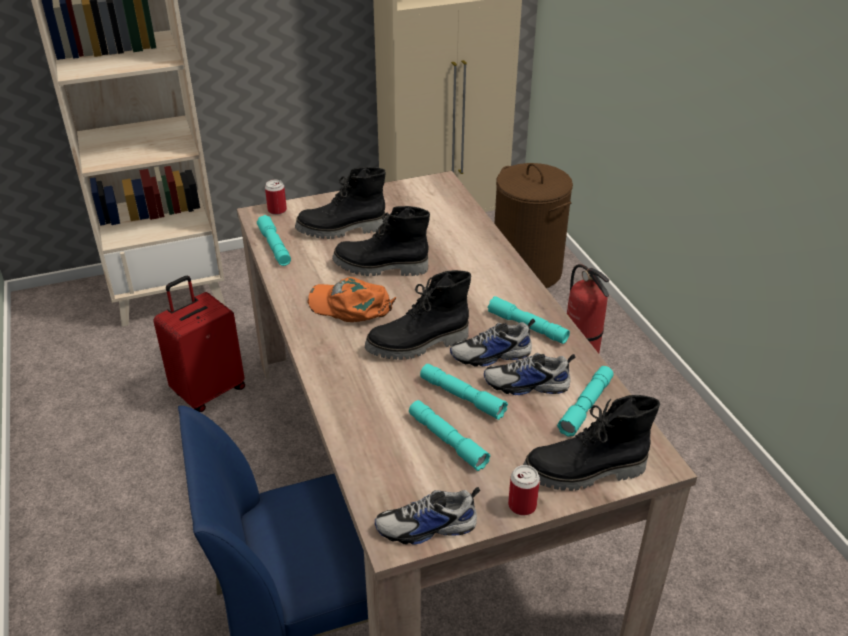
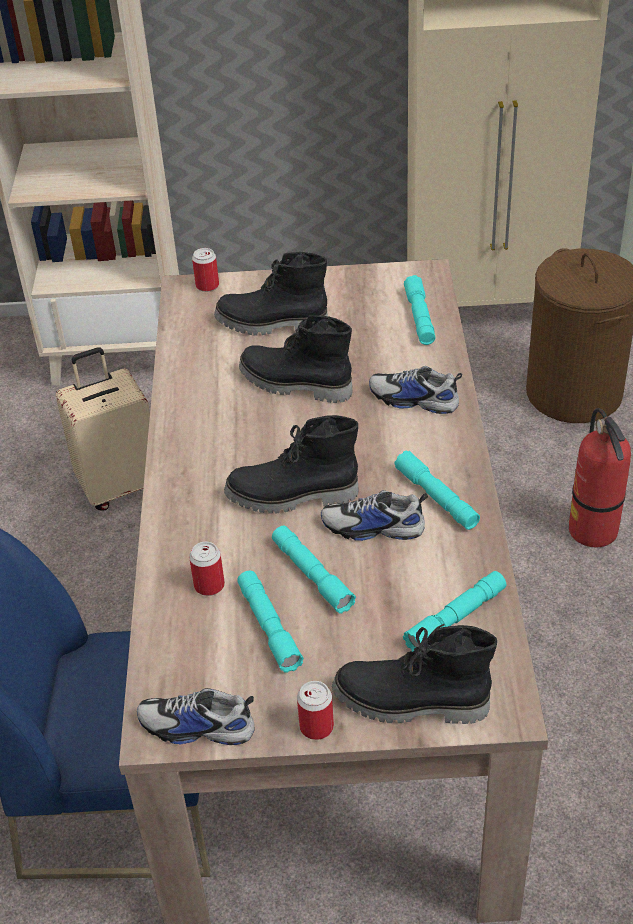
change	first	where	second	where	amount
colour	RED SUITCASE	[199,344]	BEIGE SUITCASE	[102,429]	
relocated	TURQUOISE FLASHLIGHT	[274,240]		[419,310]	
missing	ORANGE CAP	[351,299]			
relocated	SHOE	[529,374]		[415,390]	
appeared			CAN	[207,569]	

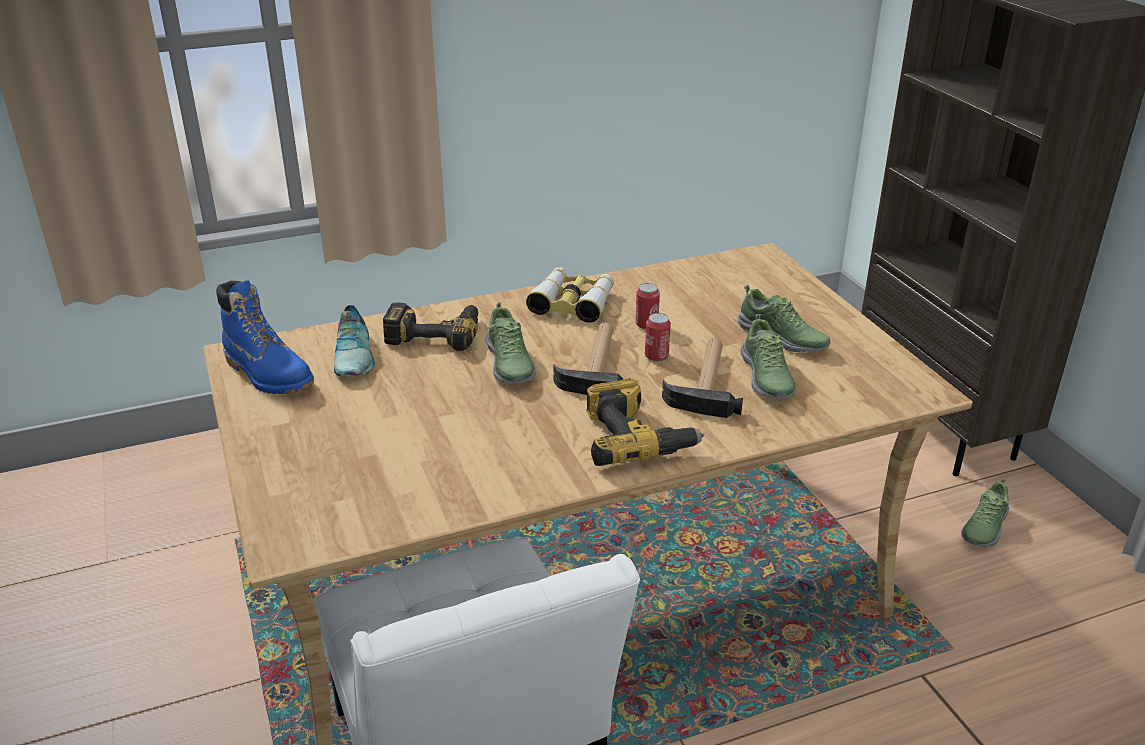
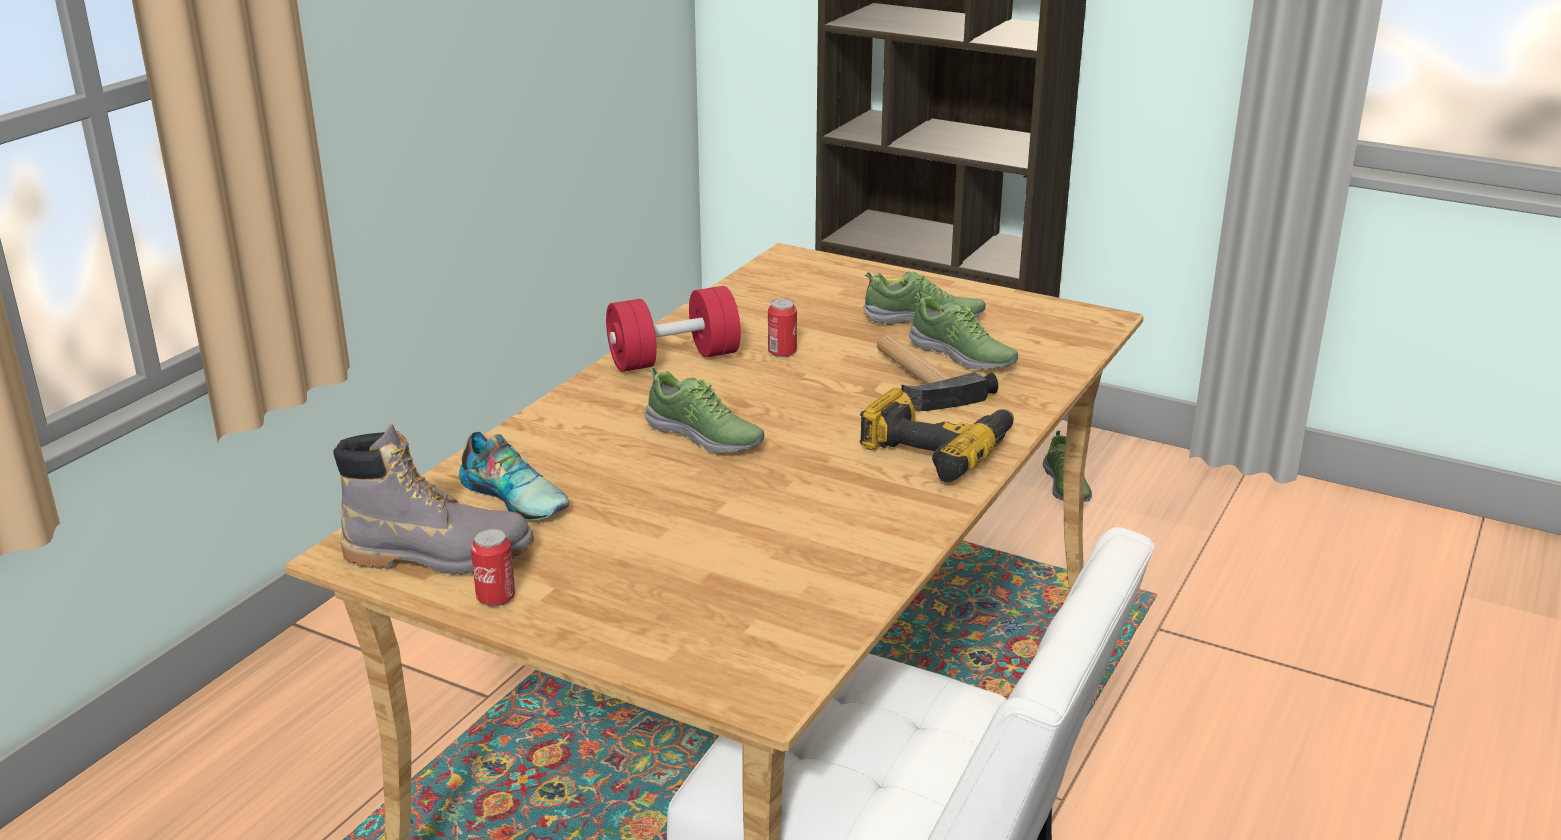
change	first	where	second	where	amount
colour	BLUE BOOT	[265,337]	GREY BOOT	[433,499]	
missing	POWER DRILL	[430,326]			
exchanged	BINOCULARS	[570,295]	RED DUMBBELL	[673,329]	
missing	HAMMER	[592,358]			
relocated	CAN	[658,337]		[493,568]	

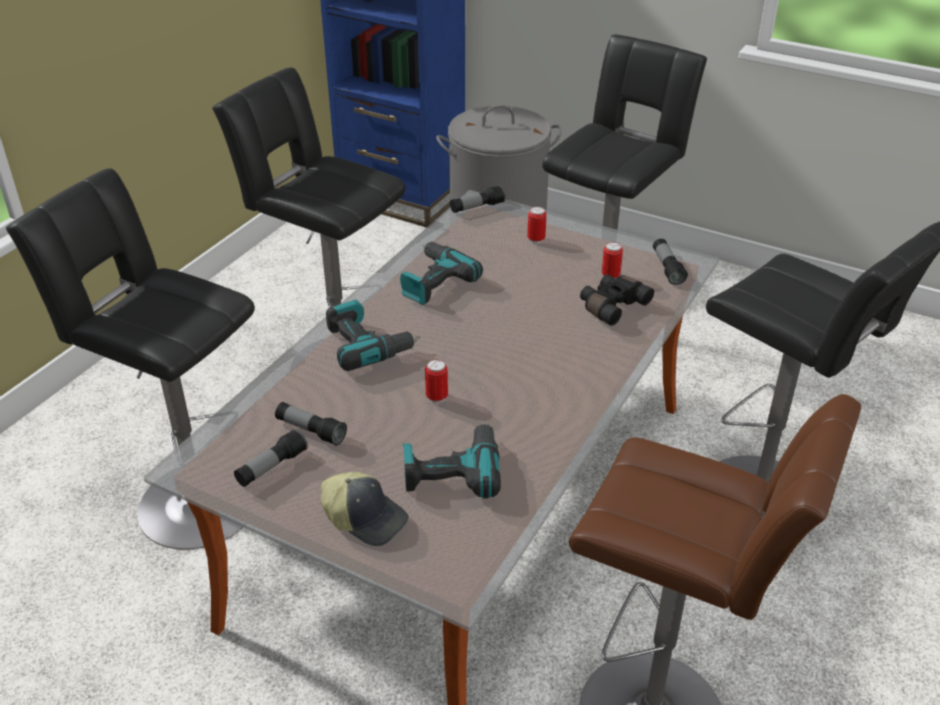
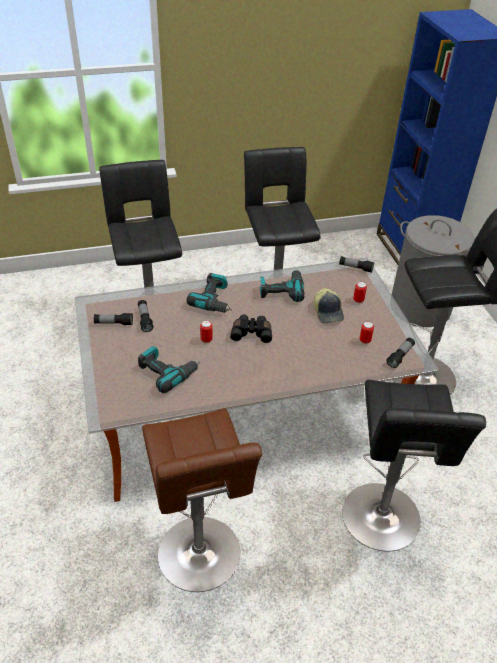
change	first	where	second	where	amount
relocated	CAP	[365,509]		[329,305]	
relocated	BLACK BINOCULARS	[617,300]		[251,329]	

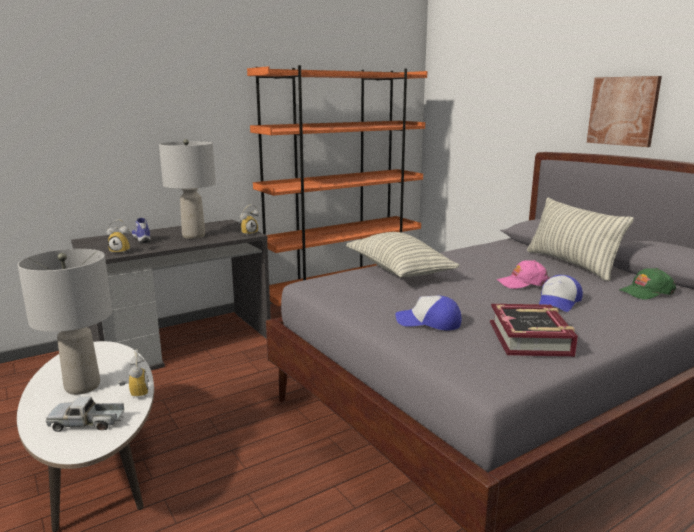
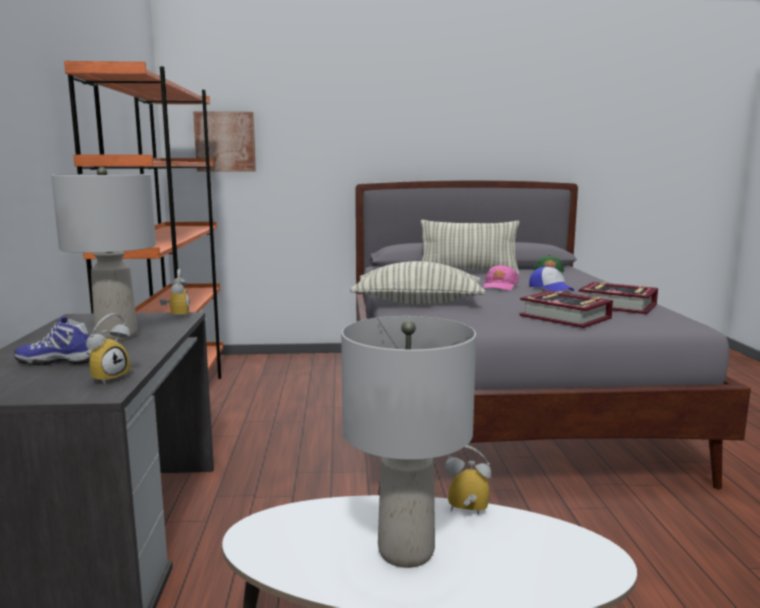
change	first	where	second	where	amount
missing	TOY TRUCK	[85,414]			
exchanged	CAP	[428,313]	BOOK	[566,309]	
relocated	PICTURE	[624,111]		[224,142]	

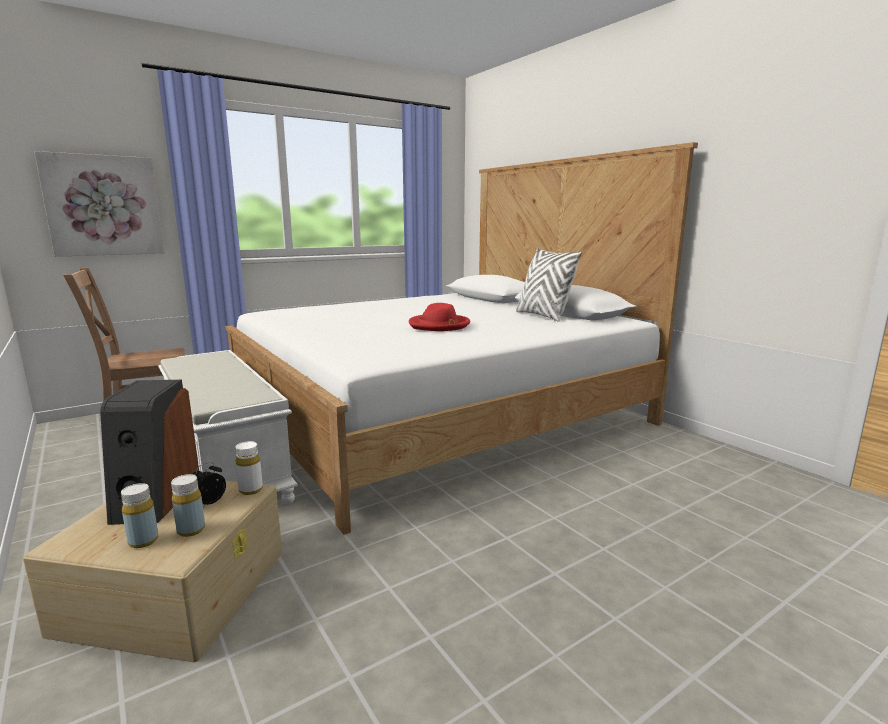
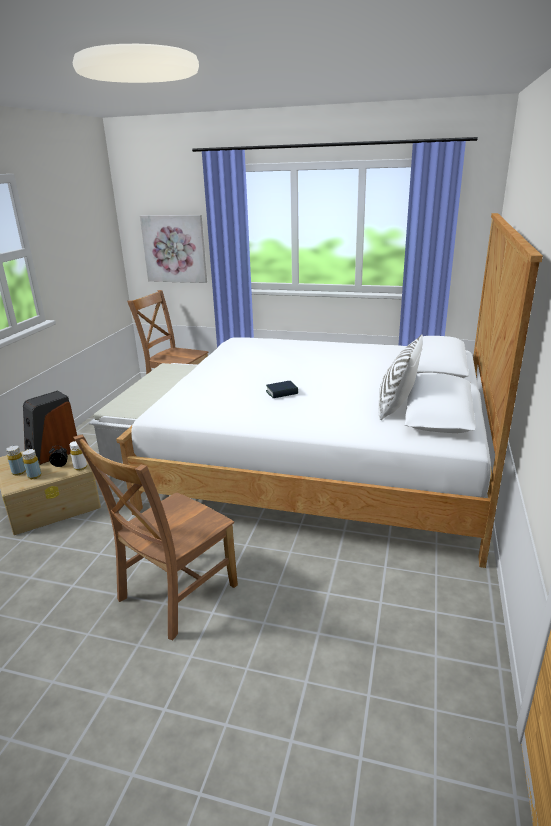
change	first	where	second	where	amount
exchanged	RED HAT	[439,317]	BOOK	[282,389]	
appeared			BROWN CHAIR	[156,537]	

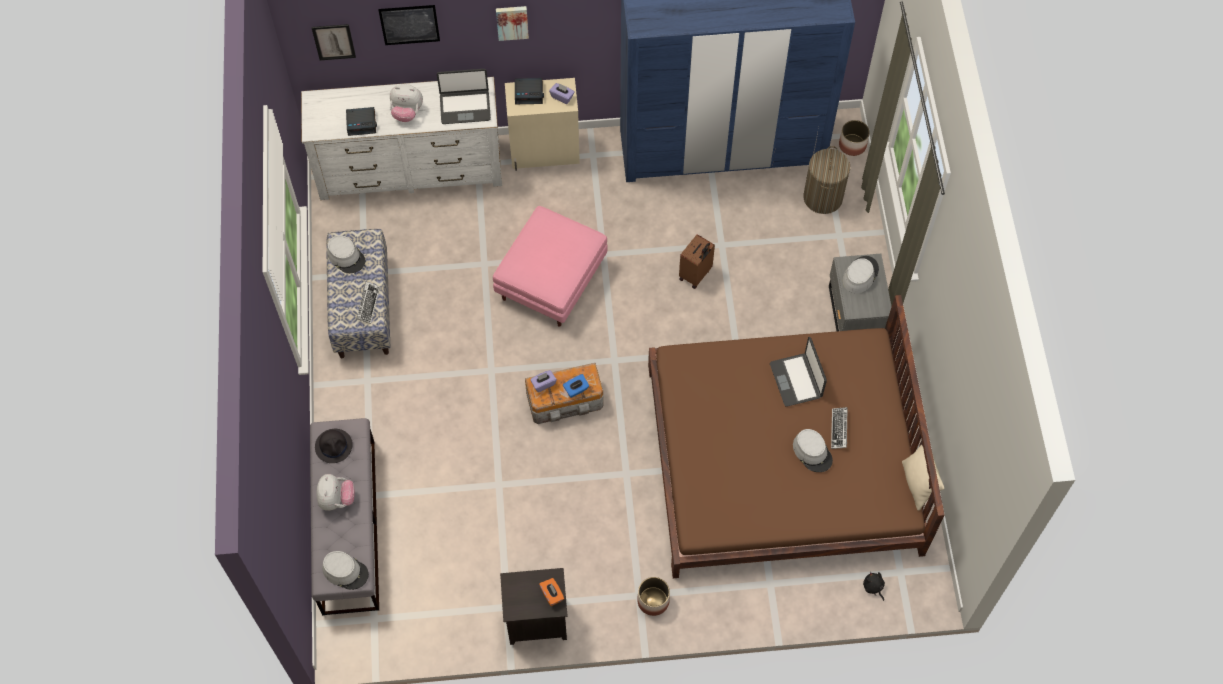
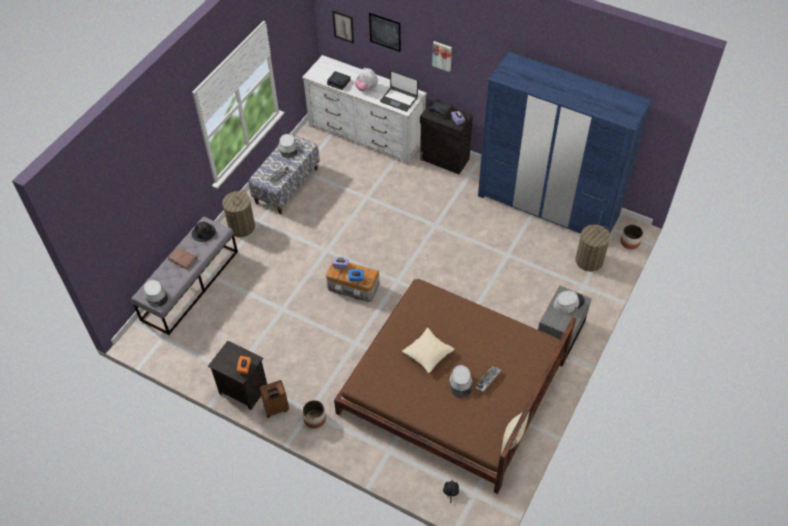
change	first	where	second	where	amount
exchanged	PLUSH TOY	[336,492]	BROWN BOOK	[182,258]	
missing	PINK OTTOMAN	[550,266]			
colour	BEIGE CABINET	[542,124]	BLACK CABINET	[446,137]	
relocated	BROWN SUITCASE	[697,261]		[274,399]	
missing	LAPTOP	[798,372]			
appeared			LAUNDRY BASKET	[238,213]	
appeared			BEIGE PILLOW	[428,350]	

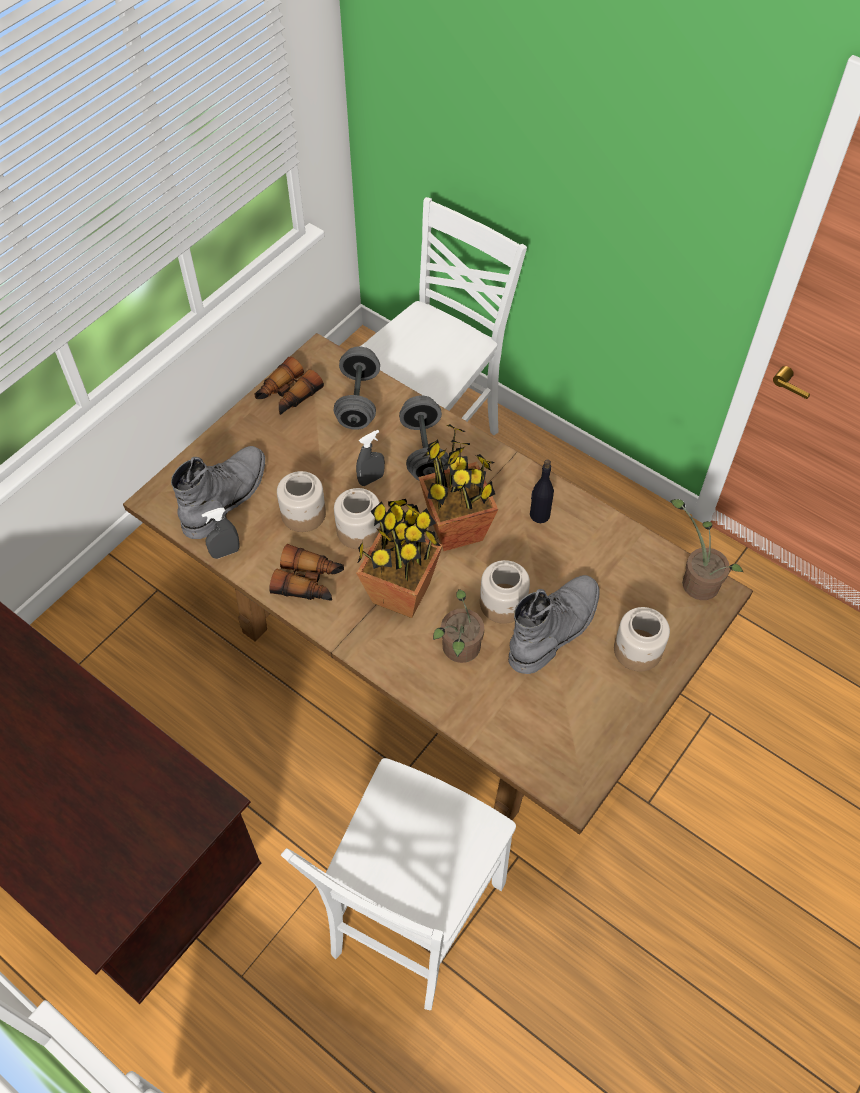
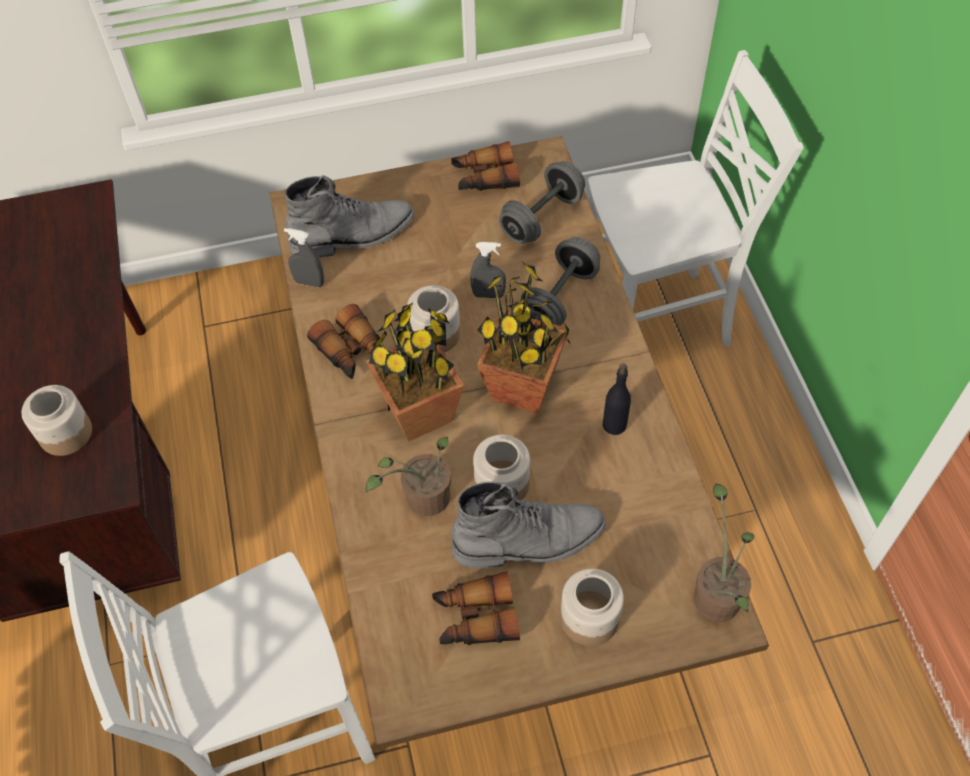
change	first	where	second	where	amount
relocated	JAR	[301,501]		[56,420]	
appeared			BINOCULARS	[476,608]	

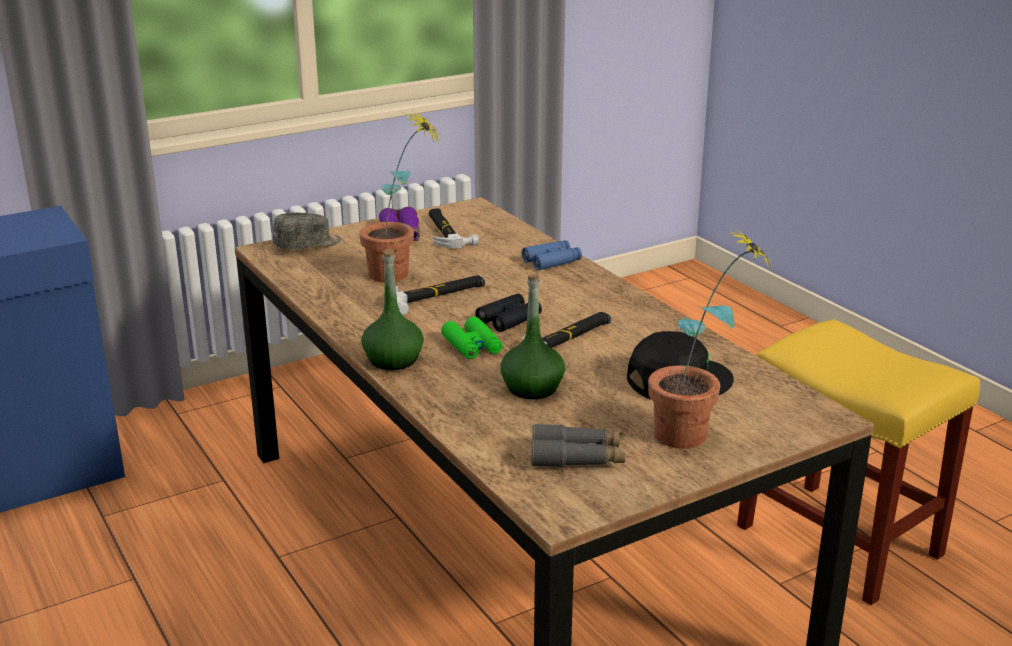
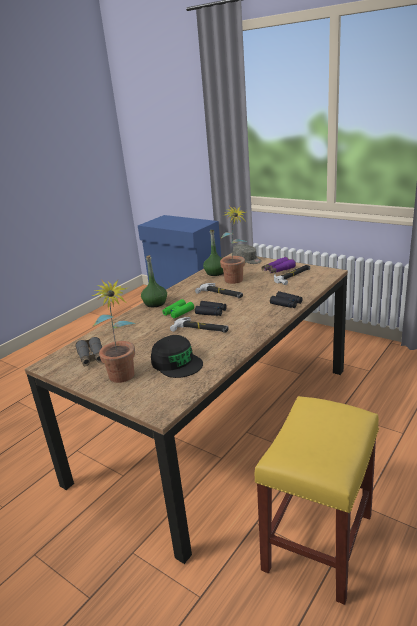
change	first	where	second	where	amount
relocated	GREEN BOTTLE	[532,336]		[213,253]	
colour	BLUE BINOCULARS	[552,255]	BLACK BINOCULARS	[286,299]	

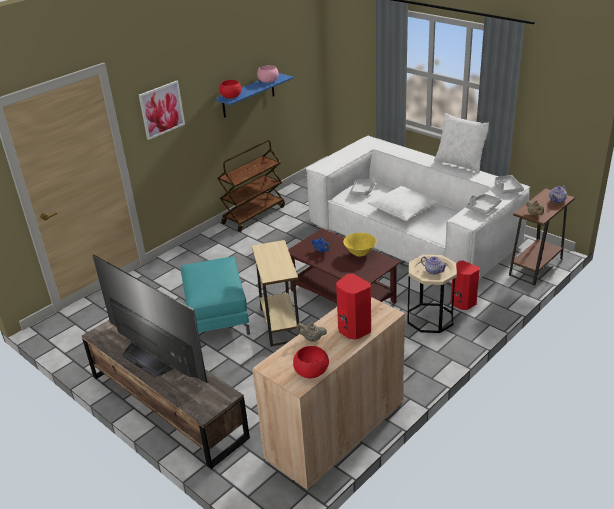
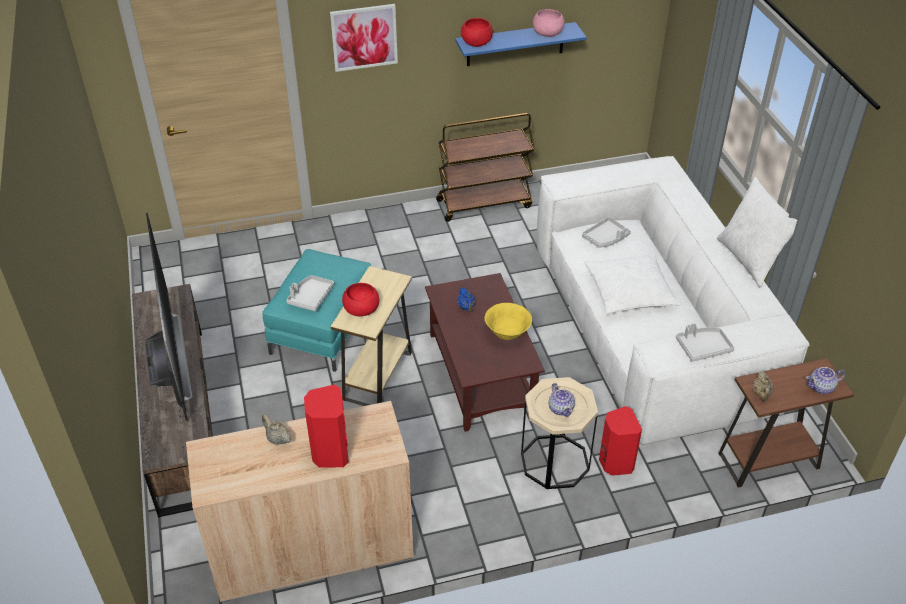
change	first	where	second	where	amount
relocated	RED BOWL	[311,362]		[360,299]	
relocated	GREY TRAY	[509,184]		[310,293]	

